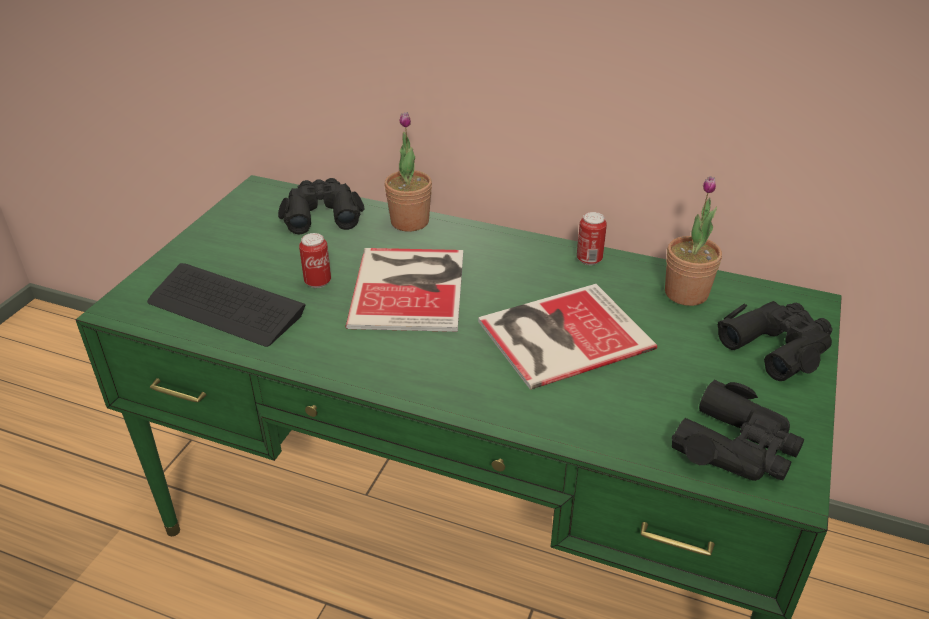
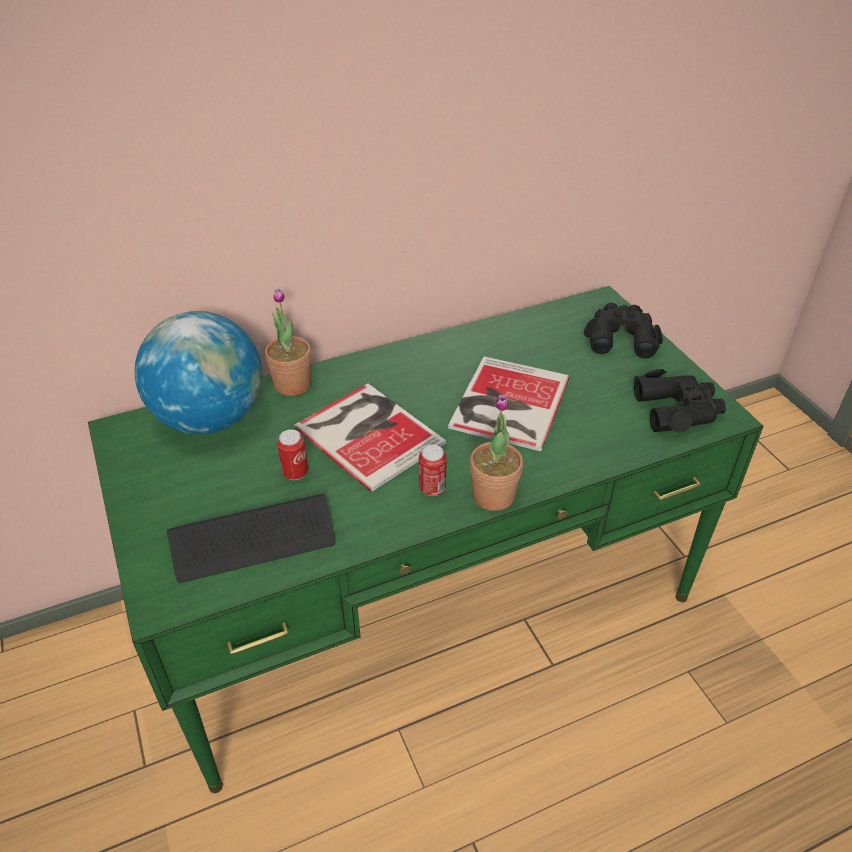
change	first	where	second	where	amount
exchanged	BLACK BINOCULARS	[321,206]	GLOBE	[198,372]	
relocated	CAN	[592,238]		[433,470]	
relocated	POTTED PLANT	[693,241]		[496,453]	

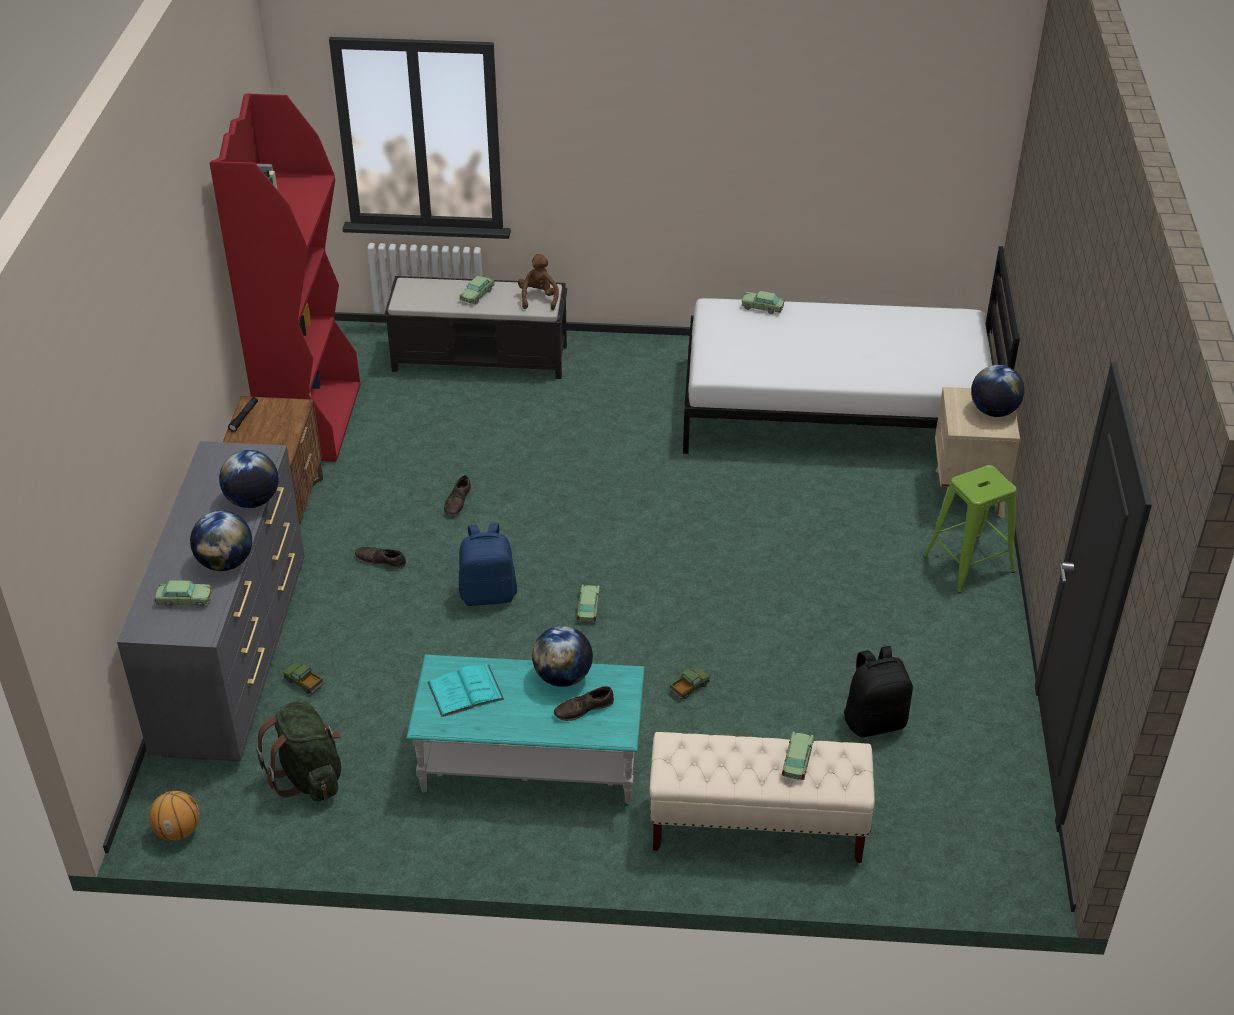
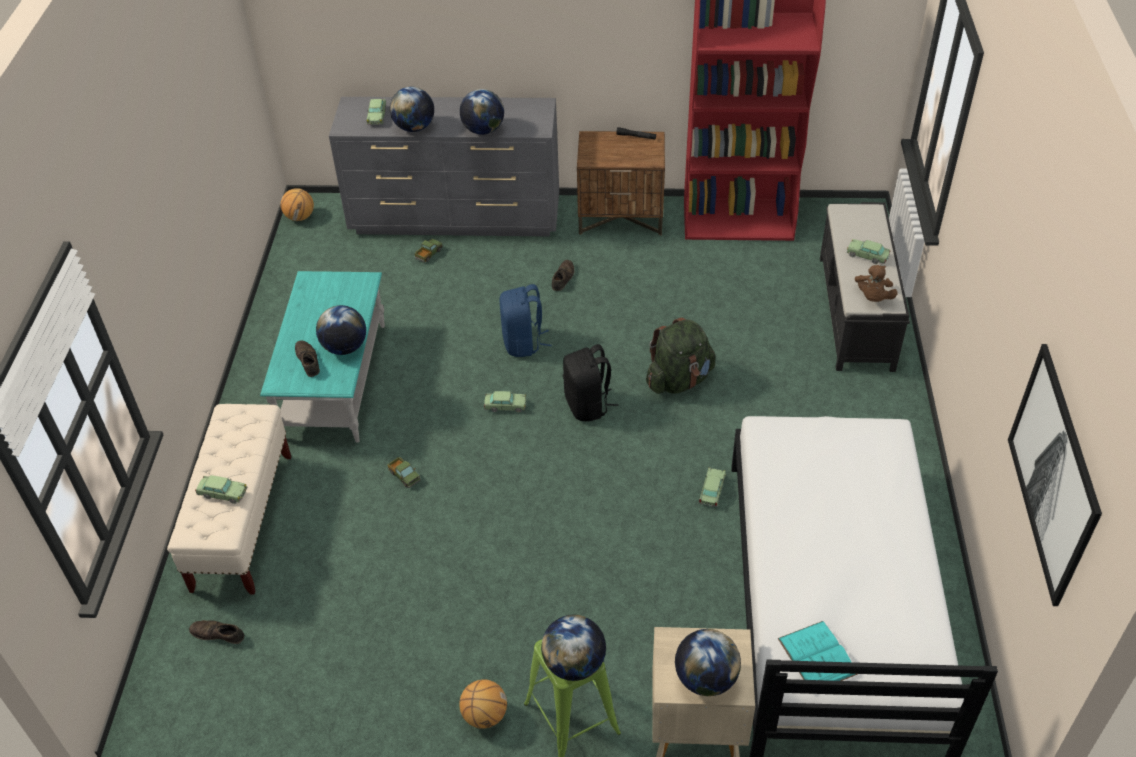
change	first	where	second	where	amount
relocated	GREEN BACKPACK	[298,751]		[680,356]	
relocated	TURQUOISE BOOK	[465,691]		[818,651]	
relocated	BROWN SHOE	[457,495]		[216,632]	
spun	BROWN PLUSH TOY	[538,282]		[876,283]	105 degrees clockwise
relocated	TOY CAR	[763,302]		[712,487]	
relocated	BLACK BACKPACK	[878,691]		[591,382]	
appeared			BASKETBALL	[483,704]	
appeared			GLOBE	[573,648]	
appeared			PICTURE	[1055,475]	

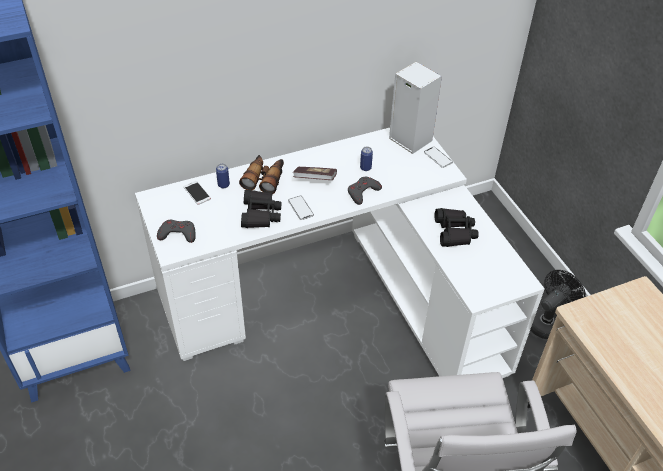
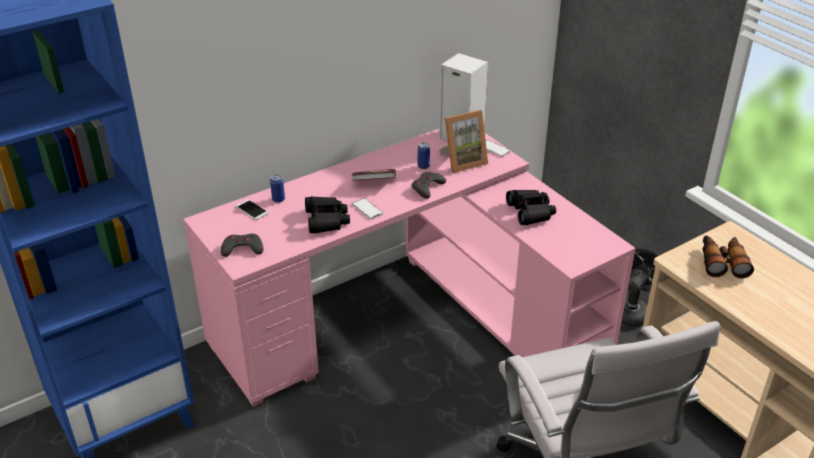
change	first	where	second	where	amount
colour	WHITE DESK	[340,253]	PINK DESK	[409,268]	
relocated	BINOCULARS	[261,174]		[728,257]	
appeared			PICTURE FRAME	[463,141]	

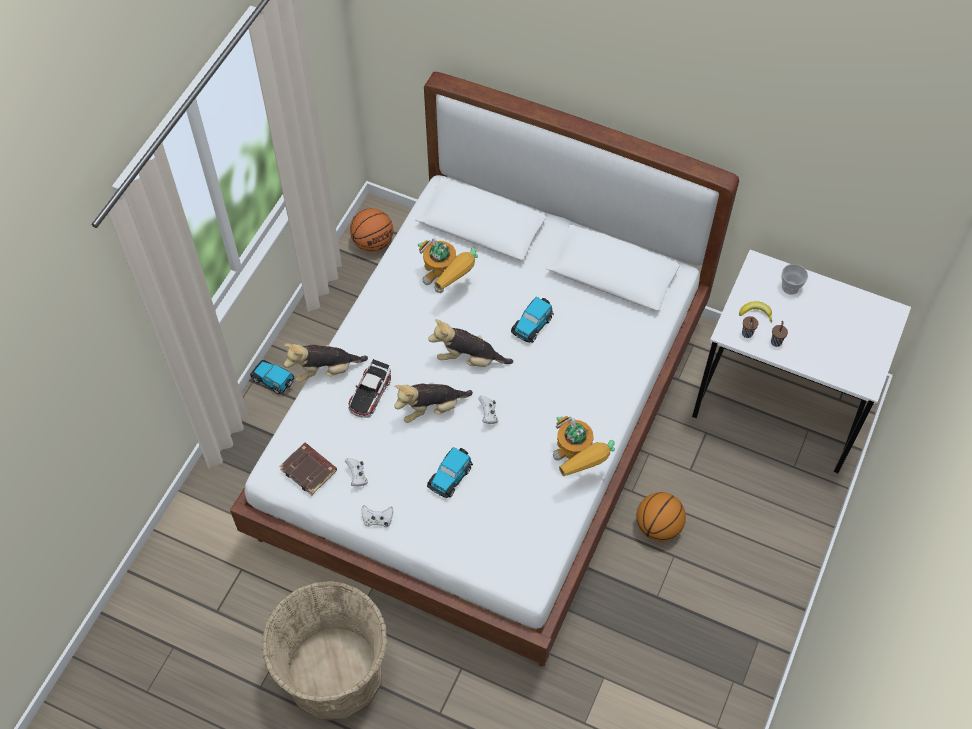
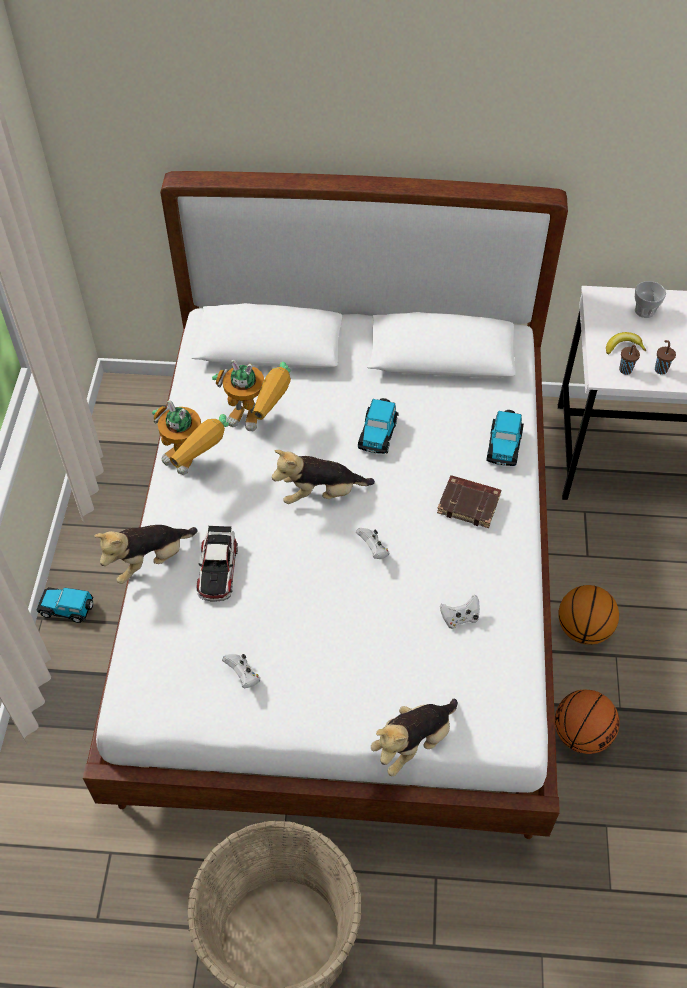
change	first	where	second	where	amount
relocated	BROWN BOOK	[308,469]		[469,501]	
relocated	BASKETBALL	[371,230]		[587,721]	
relocated	WHITE GAME CONTROLLER	[377,516]		[460,611]	
relocated	PLUSH TOY	[433,402]		[414,737]	
relocated	TOY CAR	[450,472]		[505,438]	
relocated	TOY ROBOT	[584,446]		[190,437]	

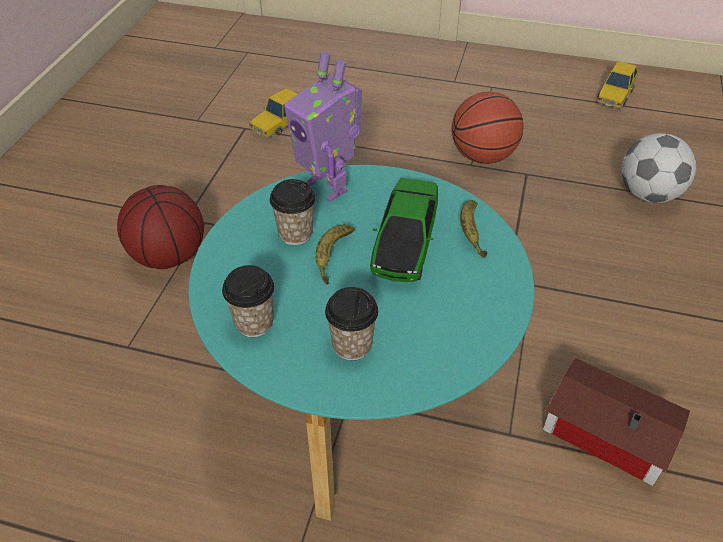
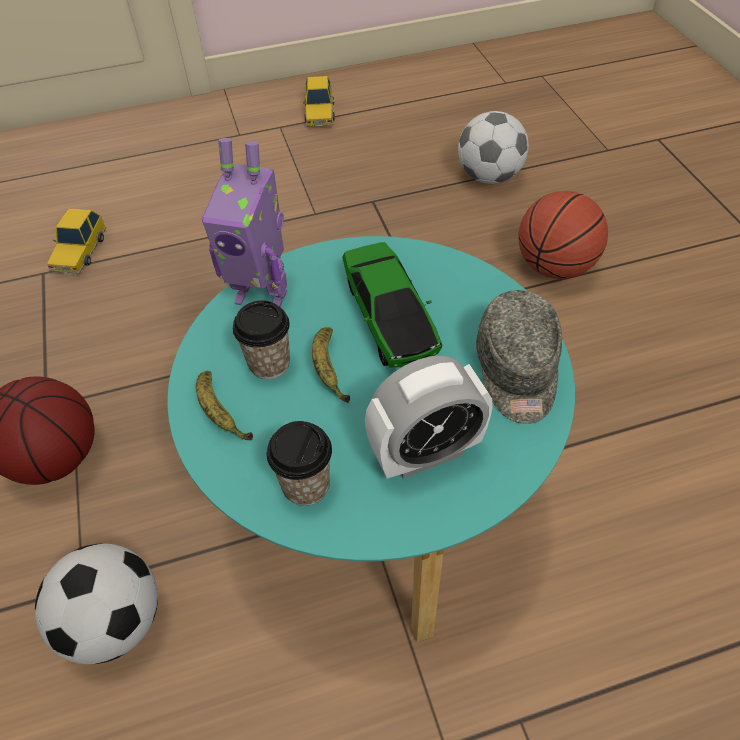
change	first	where	second	where	amount
exchanged	CUP	[351,323]	ALARM CLOCK	[429,417]	
relocated	BASKETBALL	[488,127]		[563,235]	
relocated	BANANA	[473,229]		[224,406]	
missing	TOY HOUSE	[616,422]			
relocated	TOY CAR	[617,85]		[319,101]	
appeared			FOOTBALL	[96,604]	
appeared			GREY CAP	[519,357]	

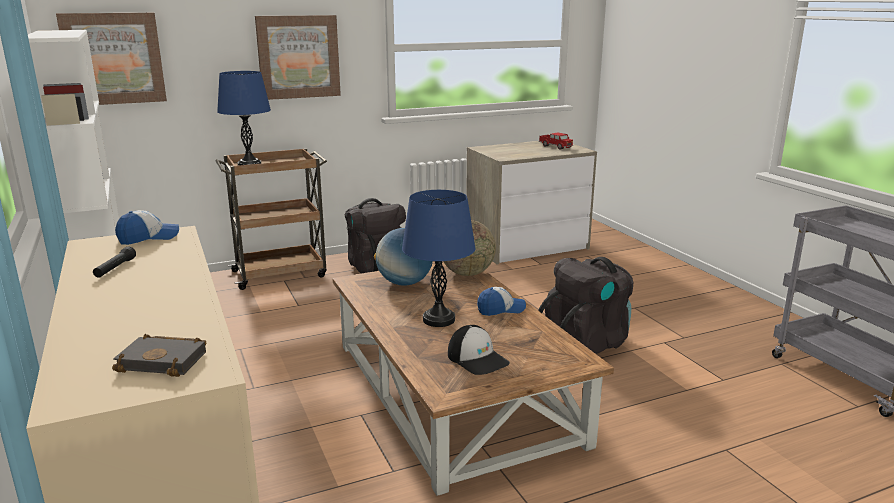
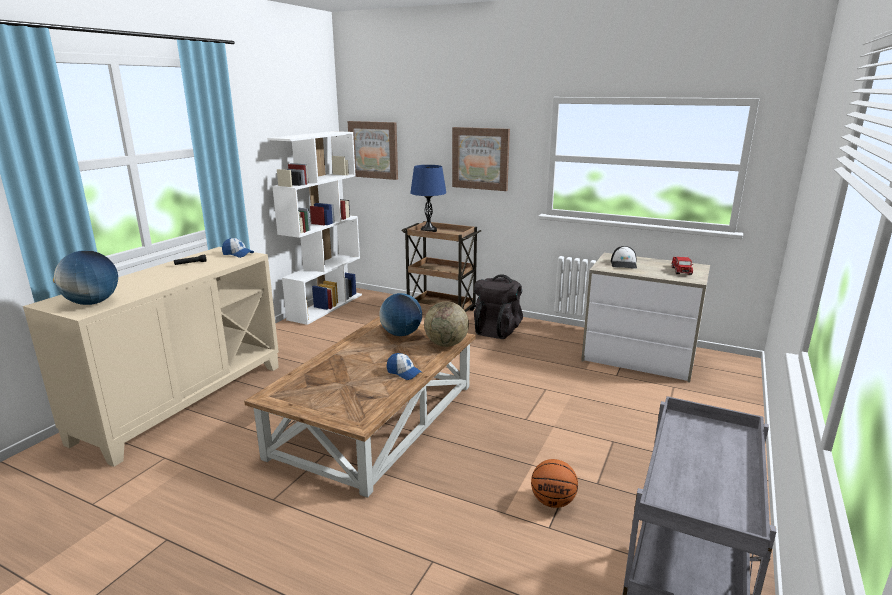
change	first	where	second	where	amount
exchanged	BLACK BOOK	[159,355]	GLOBE	[85,277]	
missing	BLUE TABLE LAMP	[438,258]			
relocated	CAP	[479,350]		[624,257]	
missing	BLACK BACKPACK	[585,305]			
appeared			BASKETBALL	[554,483]	

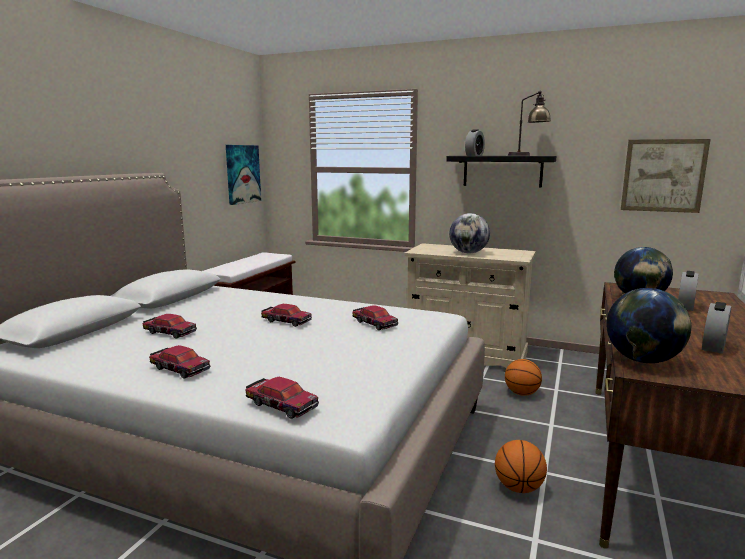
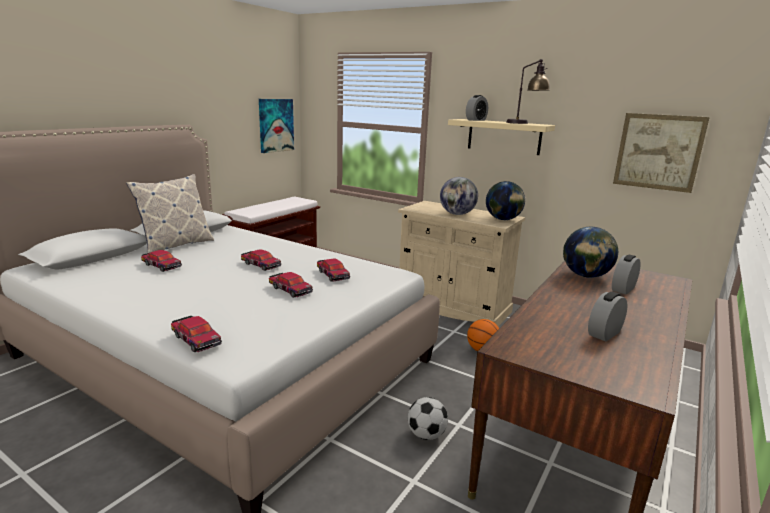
change	first	where	second	where	amount
relocated	TOY CAR	[179,362]		[291,285]	
colour	BLACK SHELF	[501,171]	BEIGE SHELF	[501,137]	
exchanged	BASKETBALL	[521,466]	FOOTBALL	[428,418]	
relocated	GLOBE	[648,325]		[505,200]	
appeared			PILLOW	[170,213]	

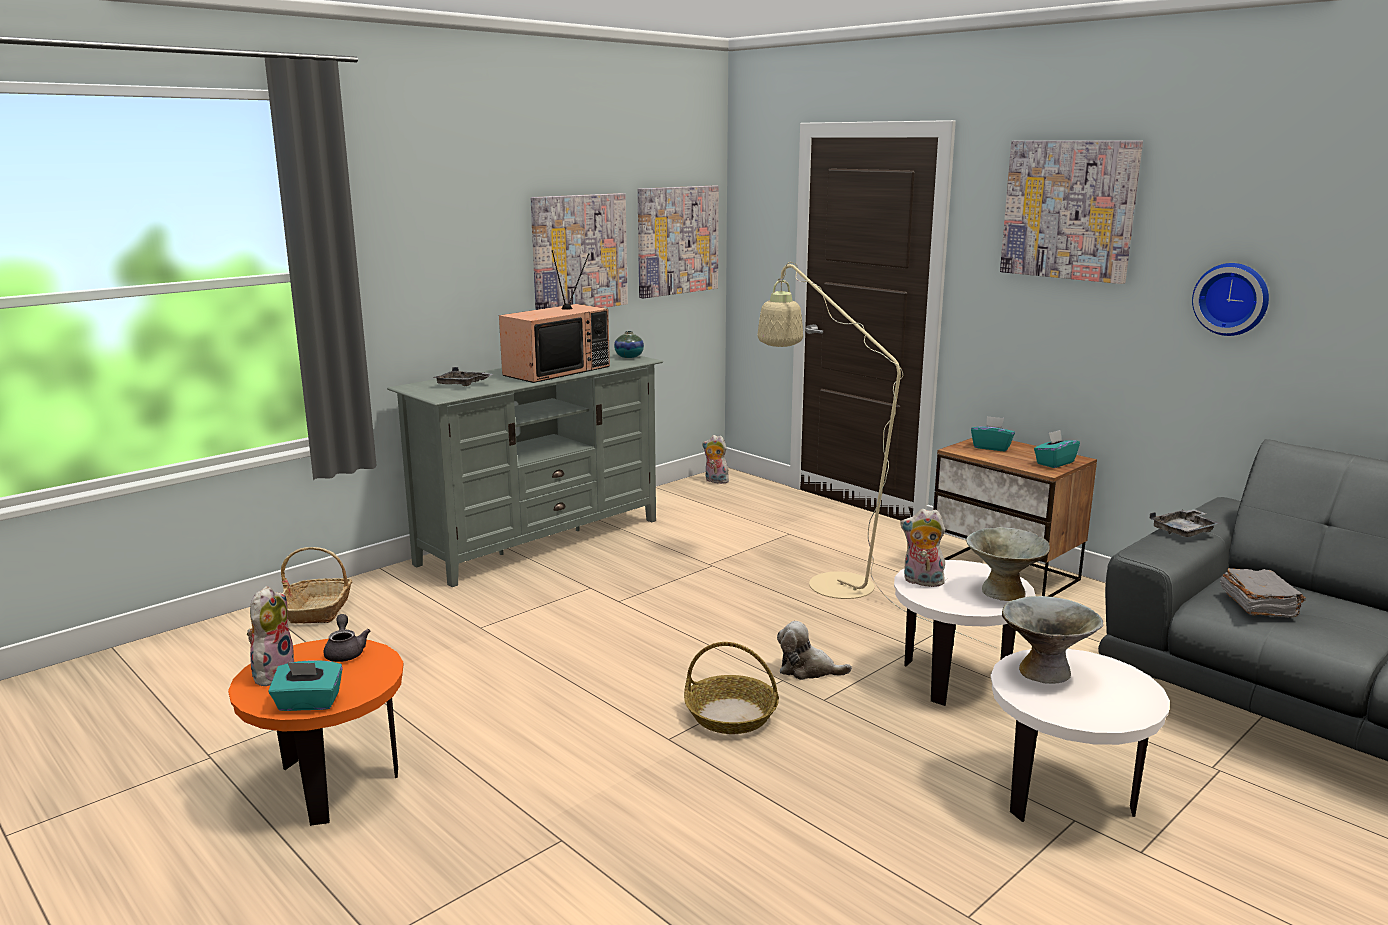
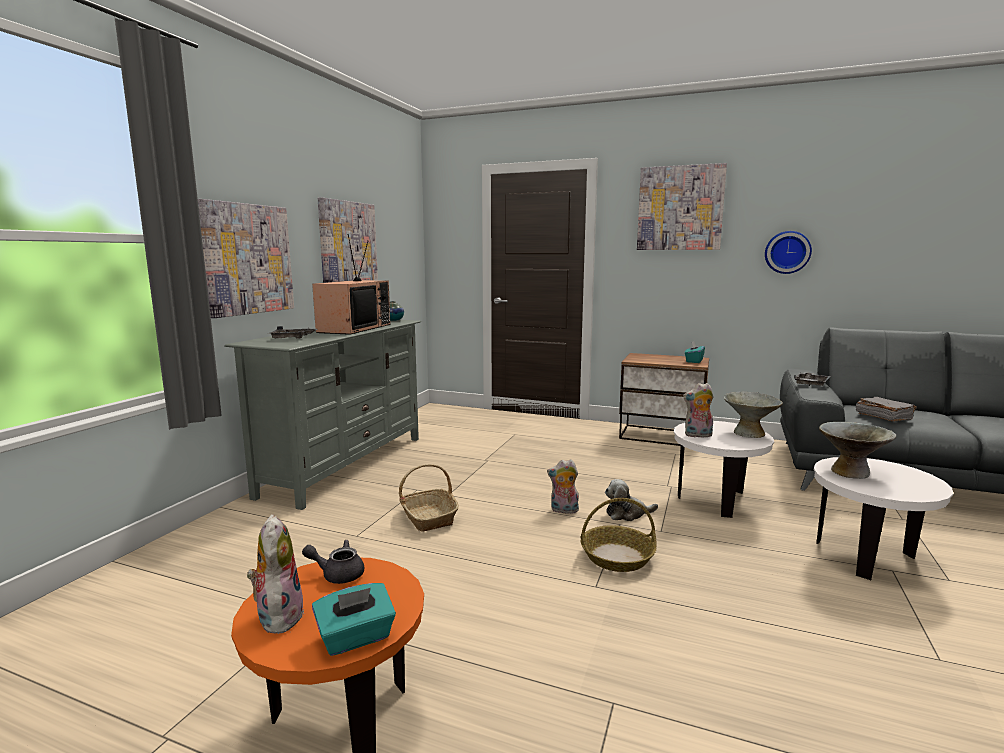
change	first	where	second	where	amount
relocated	BASKET	[316,585]		[429,498]	
spun	GREY TEAPOT	[347,638]		[333,562]	45 degrees counterclockwise
relocated	PICTURE	[678,241]		[246,258]	
relocated	PLUSH TOY	[715,459]		[563,486]	
missing	BEIGE FLOOR LAMP	[877,455]			
missing	TURQUOISE TISSUE BOX	[993,433]			

